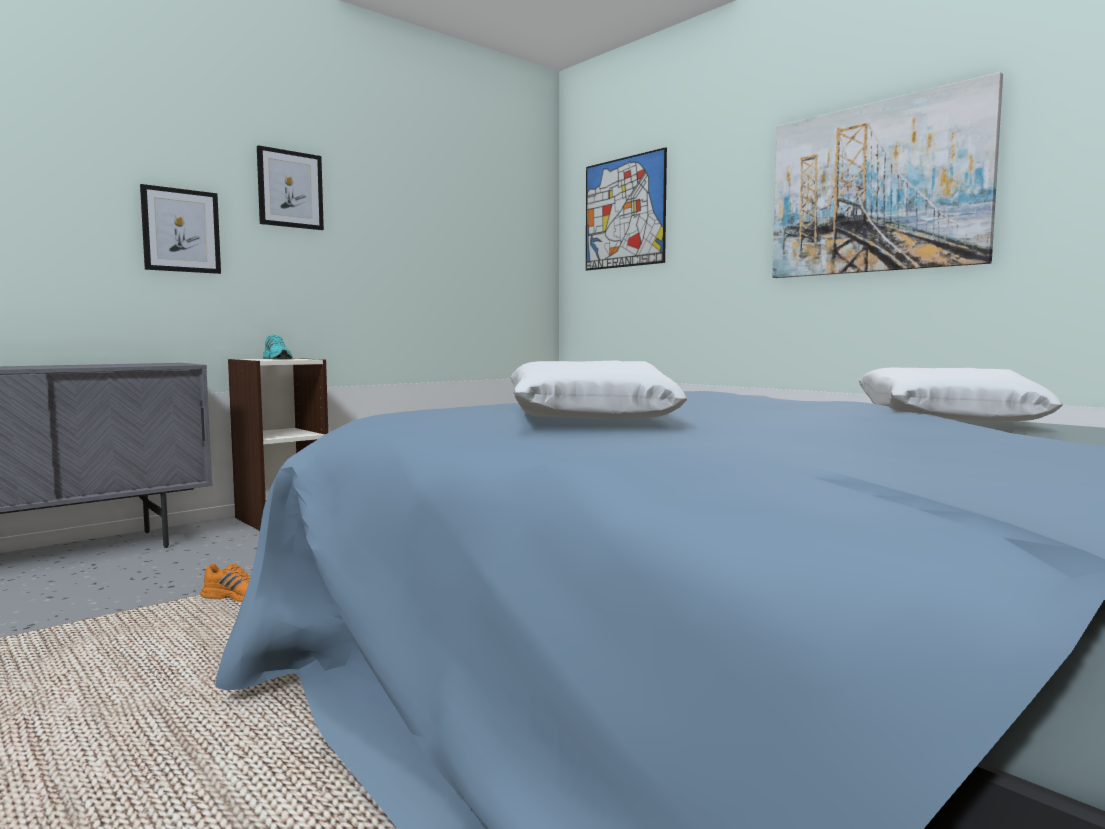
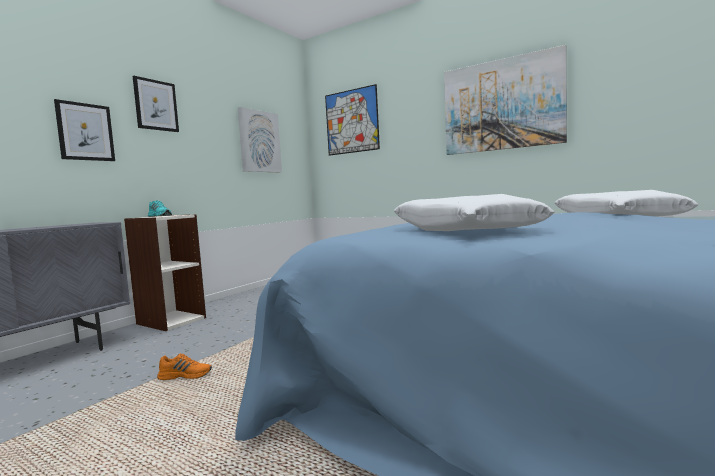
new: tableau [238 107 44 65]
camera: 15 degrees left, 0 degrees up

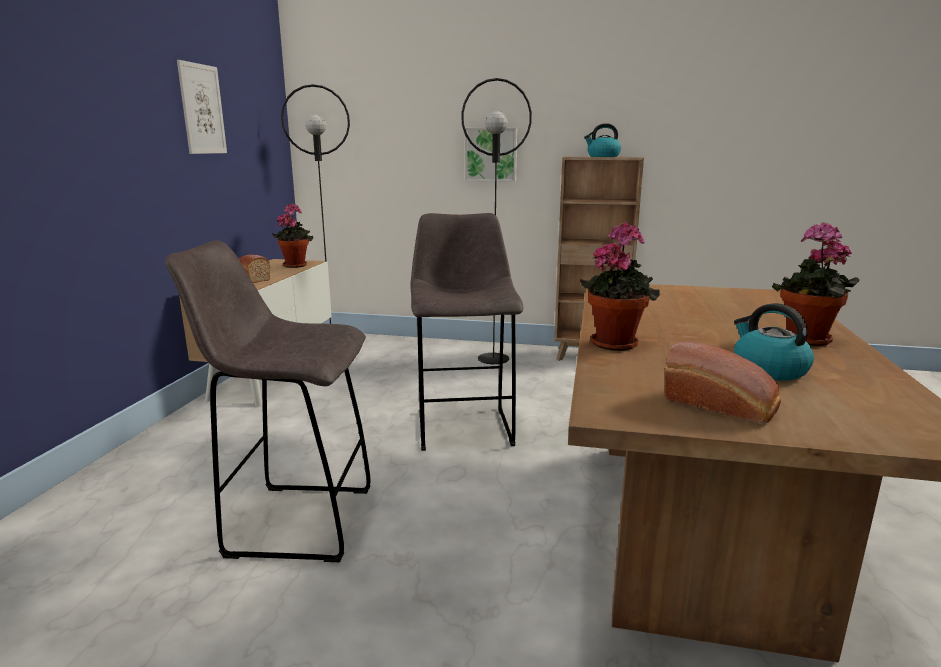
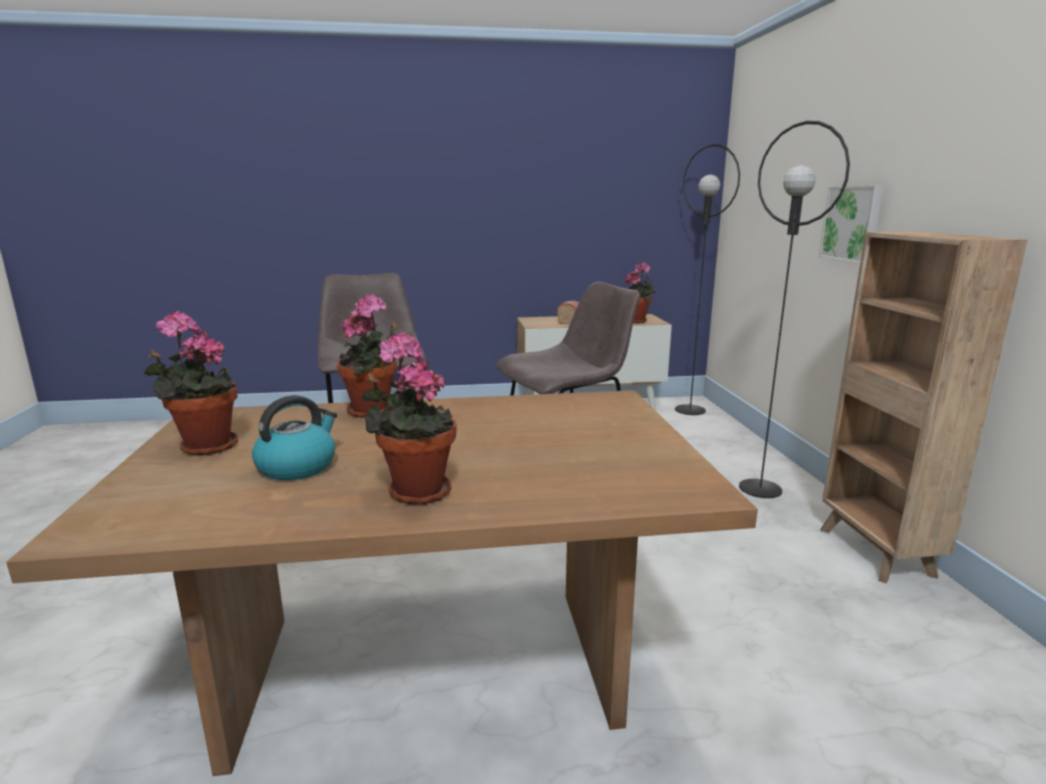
gone: tableau [177 60 50 94]; bouilloire [584 123 37 34]
swapped: pain [665 342 116 82] to plante en pot [143 311 95 145]
camera: 70 degrees right, 0 degrees up

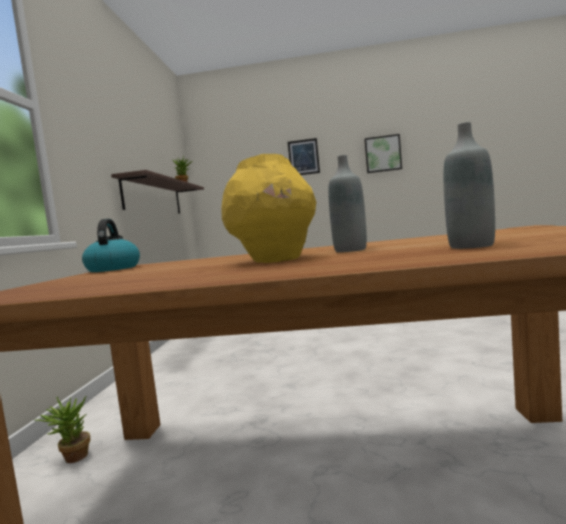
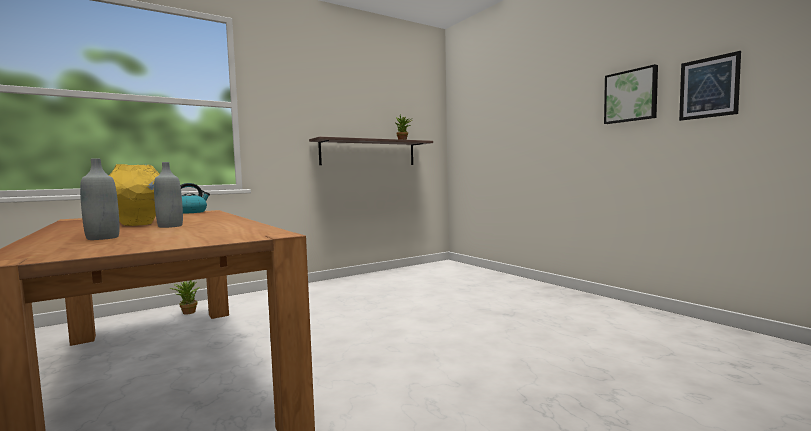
shifted: tableau [288 138 32 37] to [679 51 62 70]
camera: 50 degrees right, 0 degrees up

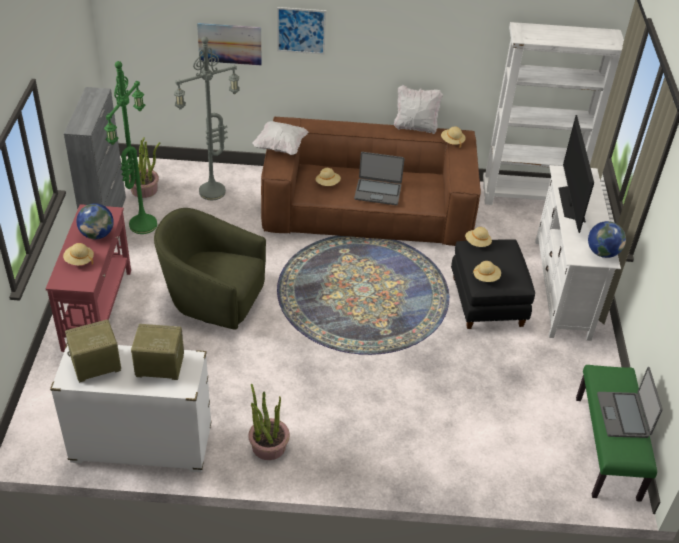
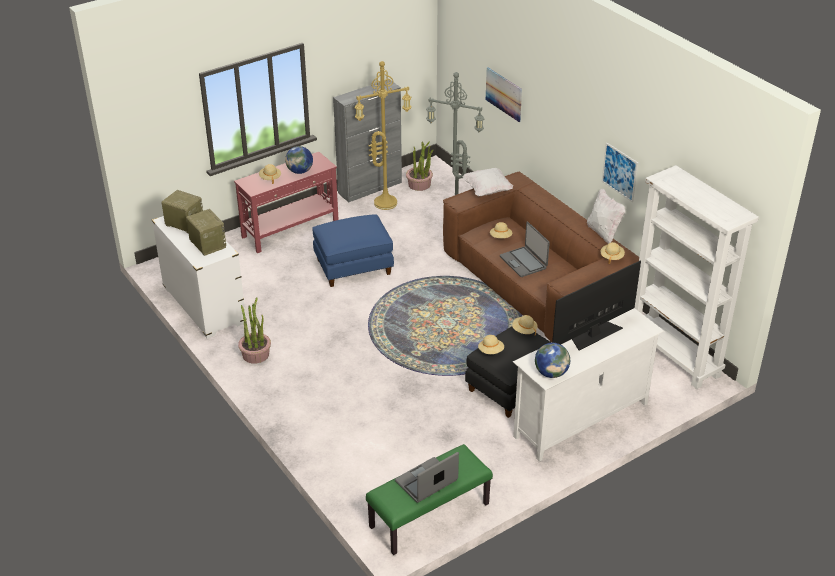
shifted: tableau [277 7 49 48] to [602 143 36 59]
swapped: fauteuil/vert [154 208 112 121] to pouf/bleu [313 214 81 73]
repainted: lampadaire/vert [104 61 53 173] to lampadaire/jaune [355 61 57 149]
camera: 55 degrees right, 5 degrees down

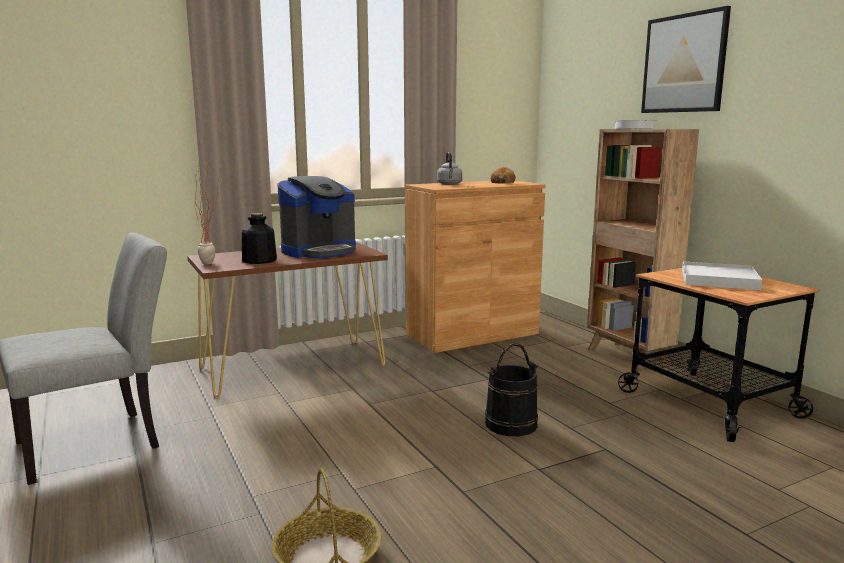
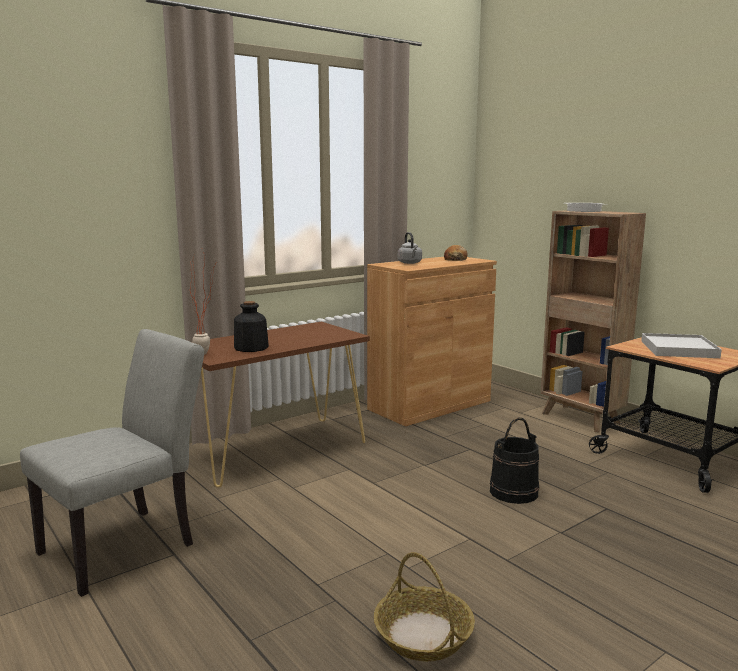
gone: machine à café [278 176 78 83]; tableau [641 6 90 107]
camera: 10 degrees left, 0 degrees up

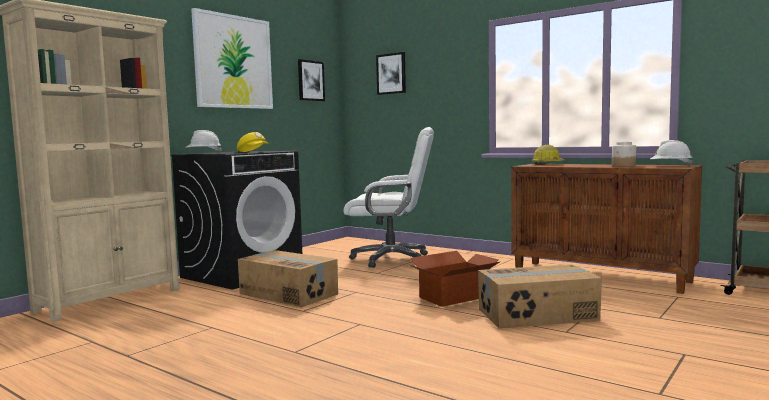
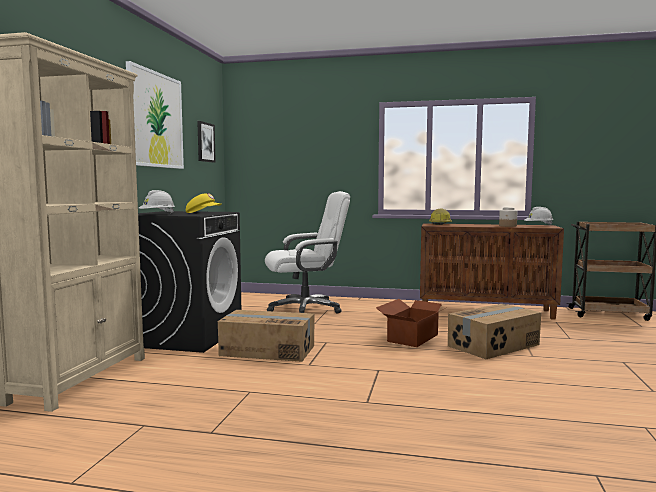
gone: tableau [376 52 30 43]
camera: 25 degrees left, 0 degrees up

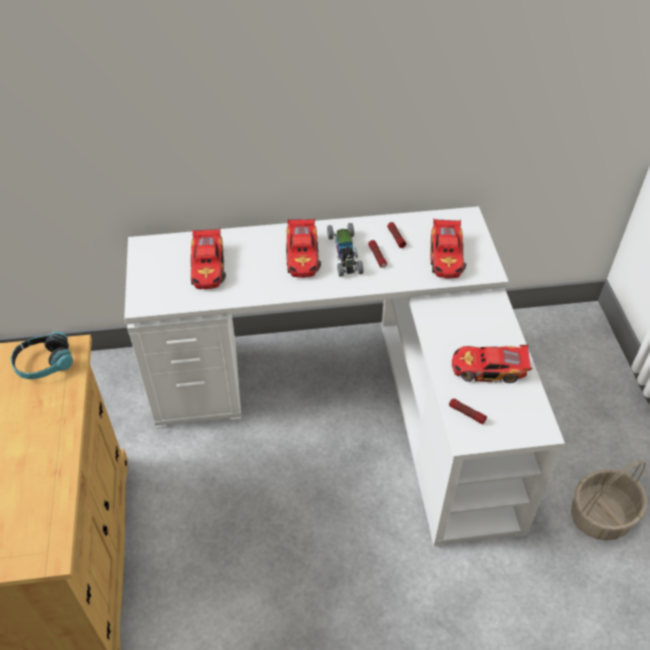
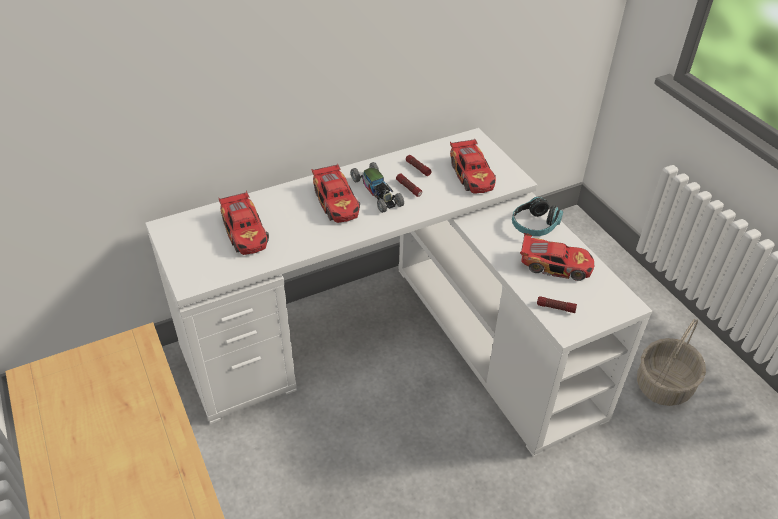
shifted: casque audio [11 332 62 47] to [512 197 51 39]
rotated: petite voiture [452 345 80 38] = [520 233 74 48] 150 degrees counterclockwise
camera: 20 degrees left, 5 degrees down

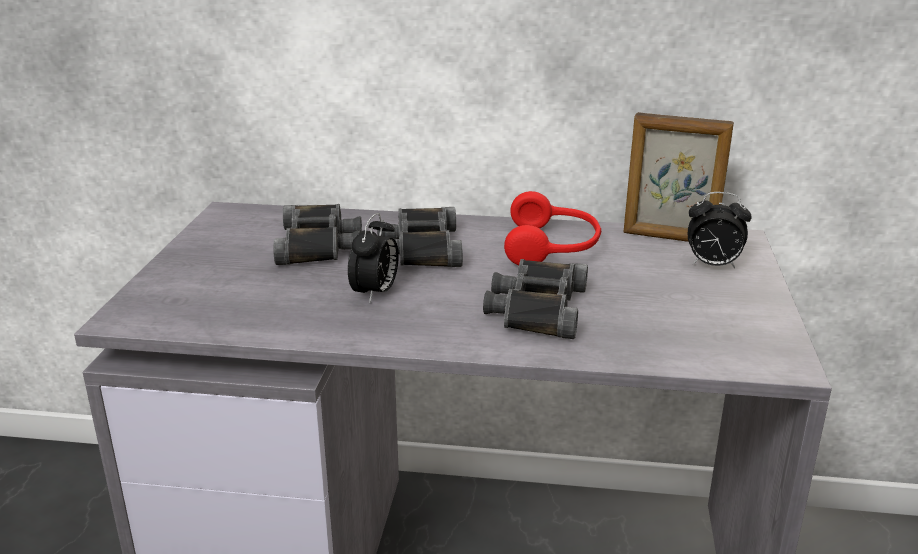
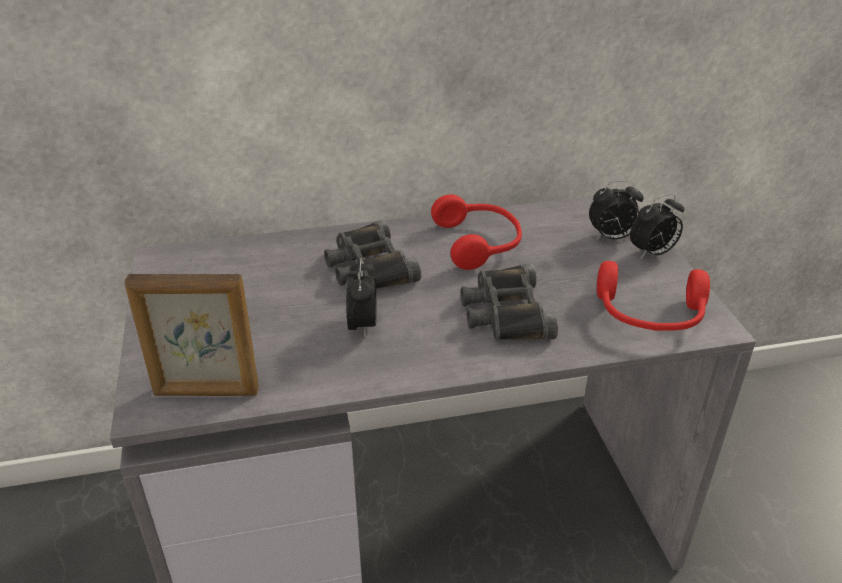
gone: jumelles/noir [273 204 89 61]
new: casque audio/rouge [597 261 113 70]; réveil [630 194 54 65]
shifted: cadre photo [623 112 111 130] to [124 274 135 122]
camera: 20 degrees left, 10 degrees up

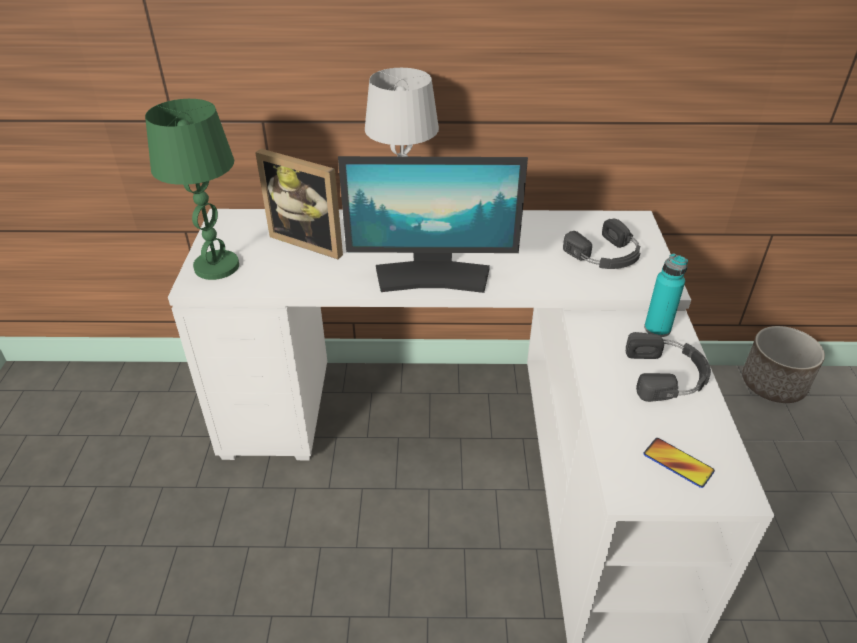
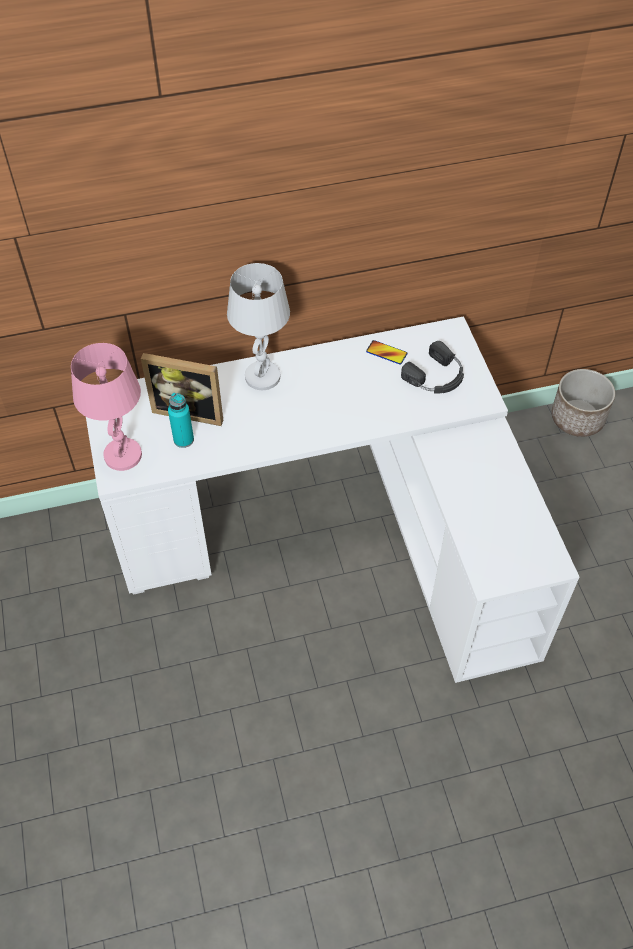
gone: écran d'ordinateur [338 156 190 137]; casque audio/noir [626 332 85 70]
shifted: bouteille/turquoise [644 253 44 84] to [168 392 26 56]; téléphone [643 438 72 50] to [366 340 42 25]
repainted: lampe de table/vert [145 99 94 181] to lampe de table/rose [71 343 71 128]
camera: 15 degrees left, 15 degrees up

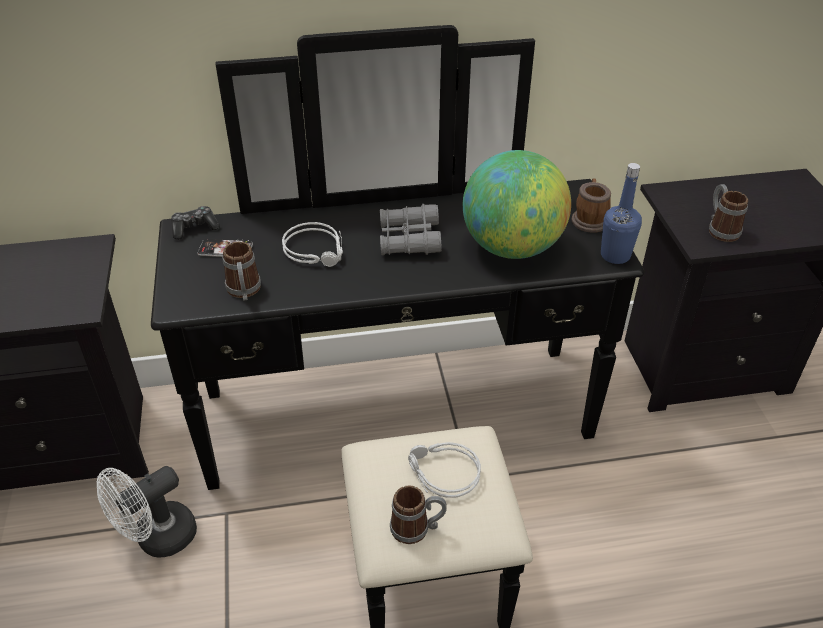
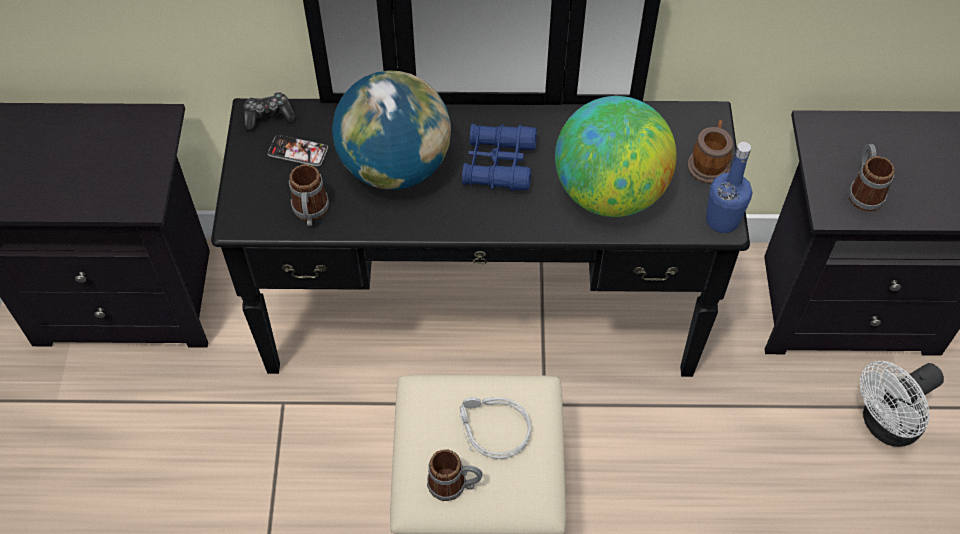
shifted: ventilateur/blanc [97 466 100 92] to [860 361 84 86]
swapped: casque audio/gris [282 222 61 45] to globe [332 70 119 120]
repainted: jumelles/gris [380 204 62 51] to jumelles/bleu [462 124 75 67]
camera: 10 degrees right, 15 degrees up

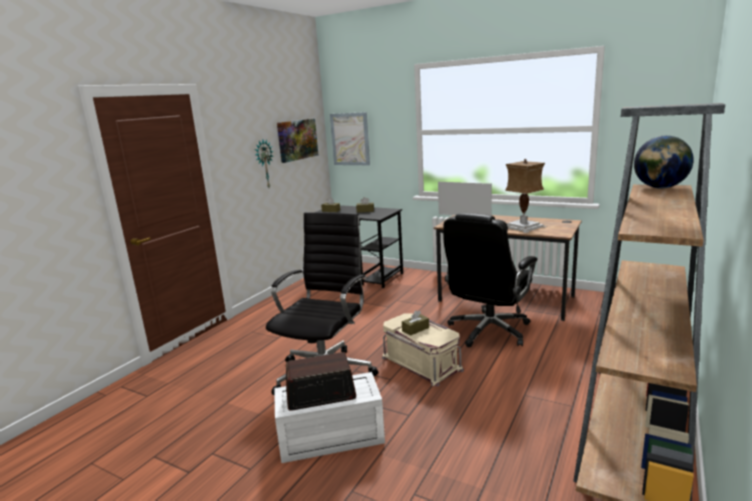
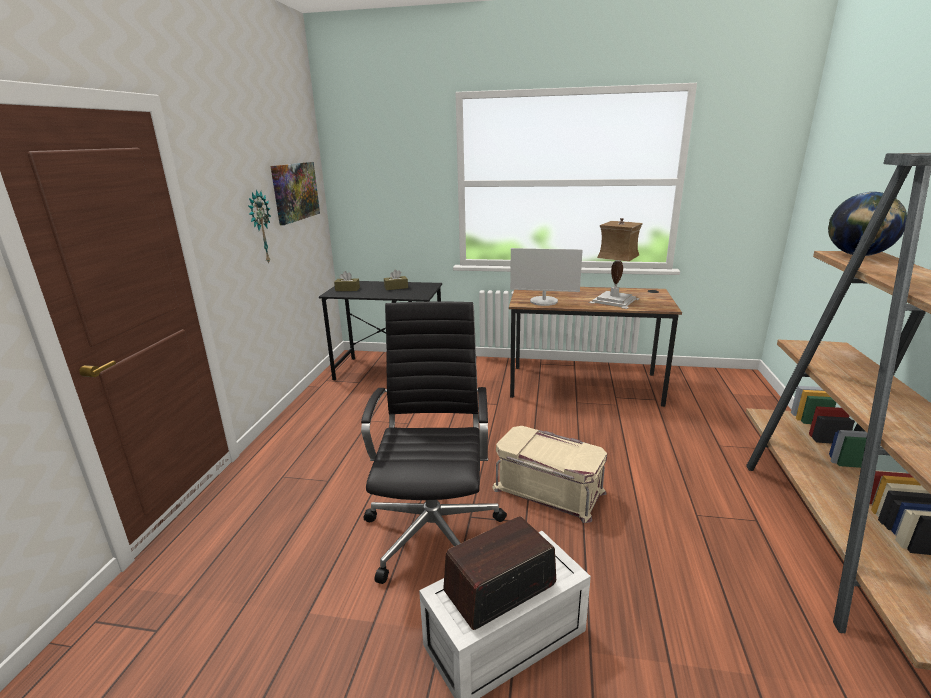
gone: tableau [330 112 40 53]; boîte à mouchoirs/marron [402 310 27 26]; chaise de bureau/noir [443 213 94 134]
camera: 20 degrees left, 5 degrees up

